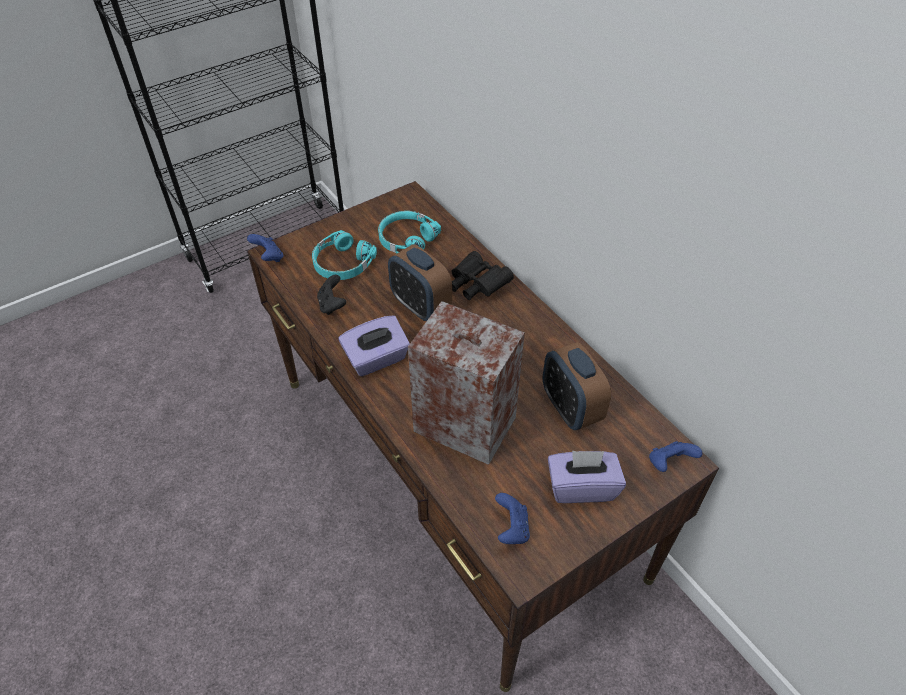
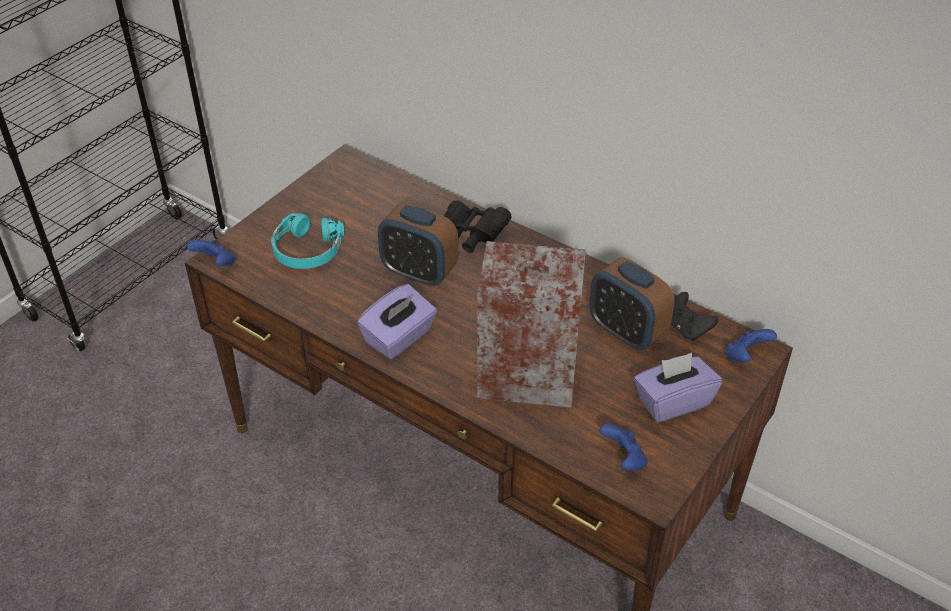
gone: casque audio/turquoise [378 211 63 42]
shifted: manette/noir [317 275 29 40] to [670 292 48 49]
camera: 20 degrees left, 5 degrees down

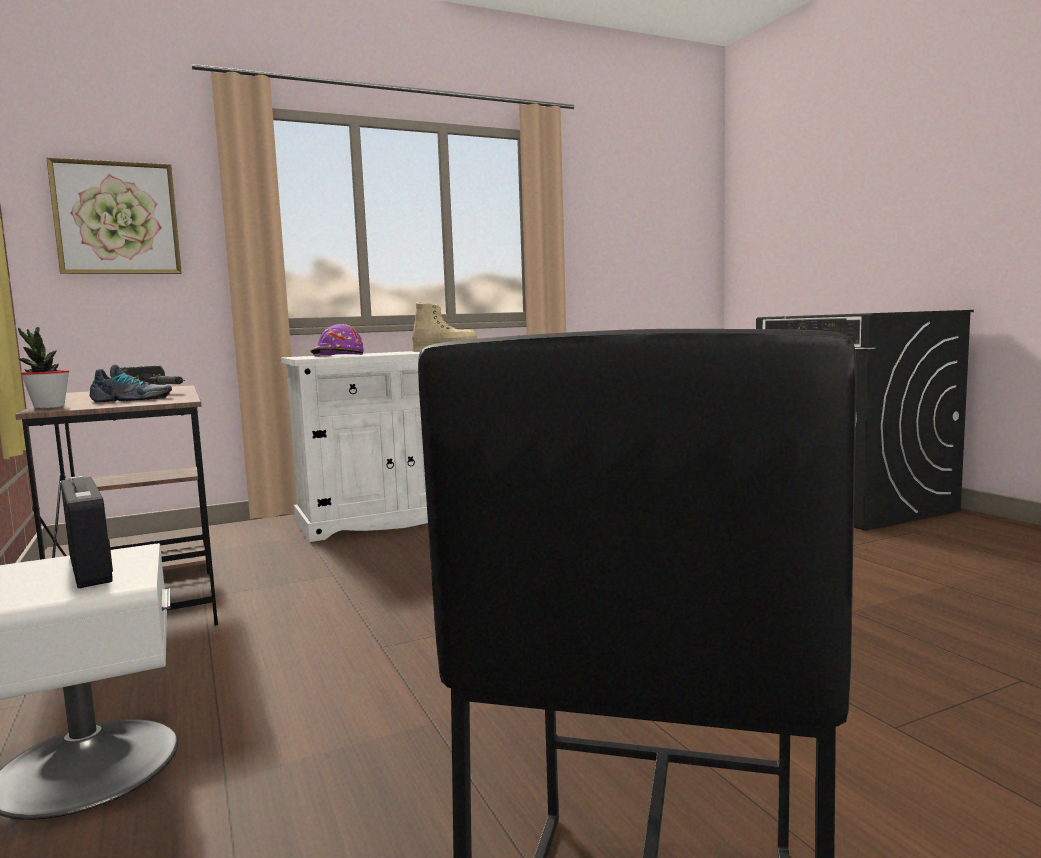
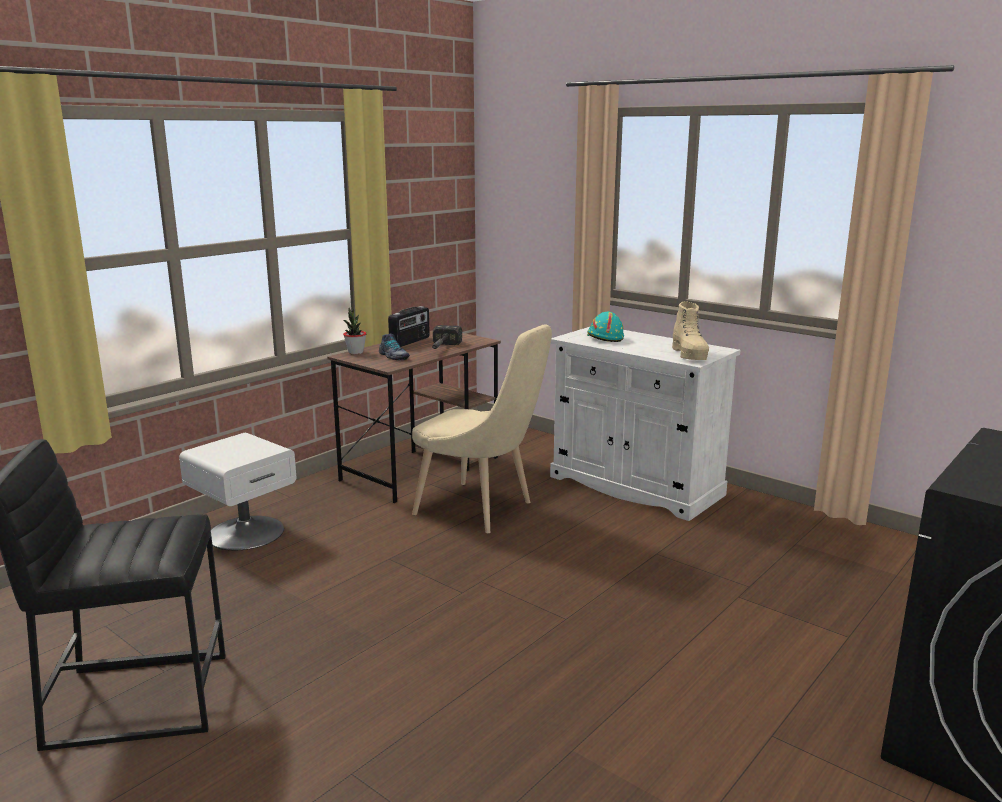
gone: tableau [46 158 136 116]
new: chaise/beige [412 325 140 209]
shifted: radio [61 476 52 112] to [388 306 42 41]
repainted: casque de chantier/violet [310 324 54 33] to casque de chantier/turquoise [587 312 37 30]
camera: 65 degrees right, 10 degrees up

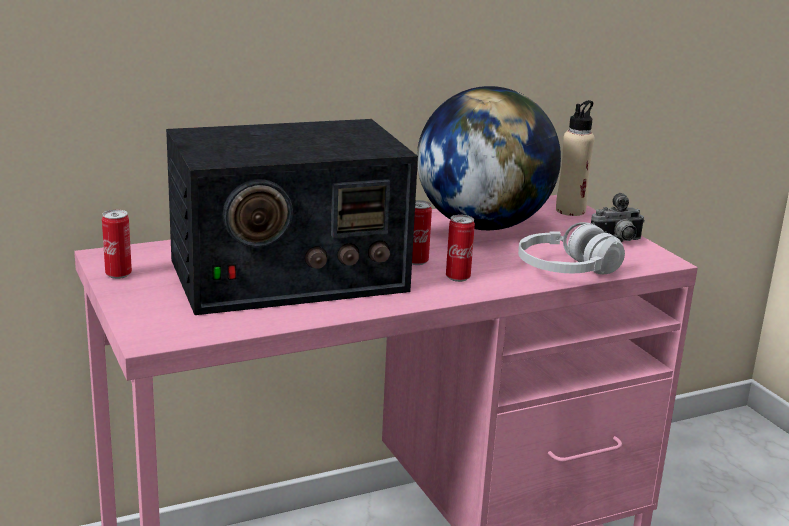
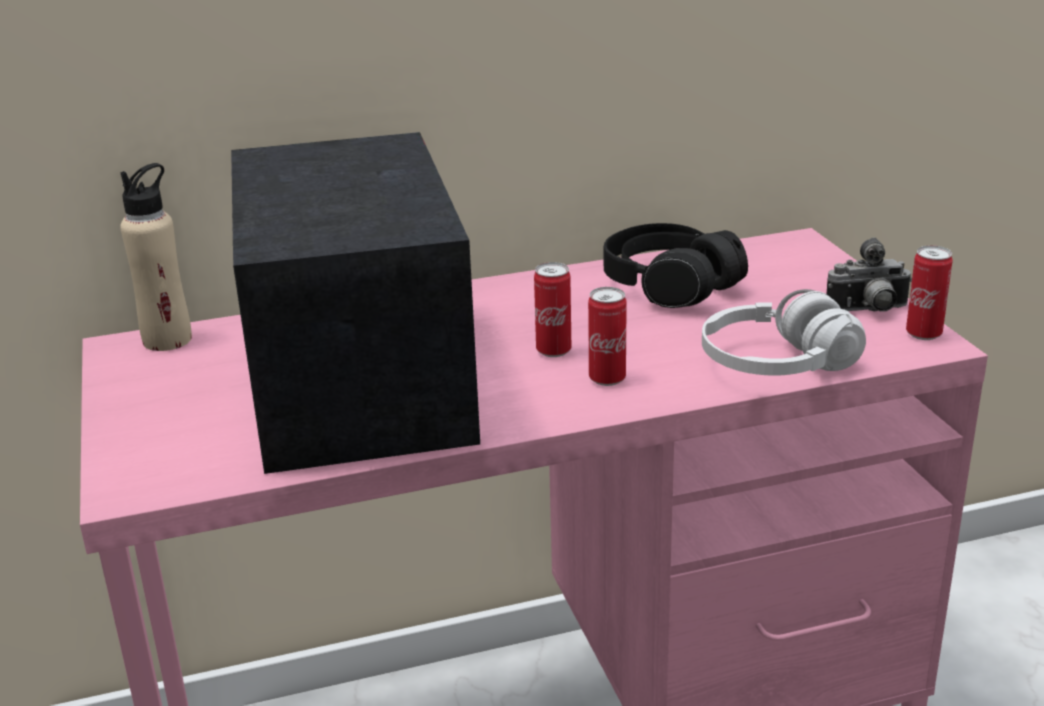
shifted: bouteille/beige [556 100 39 116] to [120 163 72 188]; boîte métallique [102 210 30 69] to [906 245 47 95]
swapped: globe [417 86 144 144] to casque audio/noir [603 223 145 85]
rotated: radio [166 119 252 196] = [231 132 249 342] 90 degrees clockwise
camera: 10 degrees right, 5 degrees up

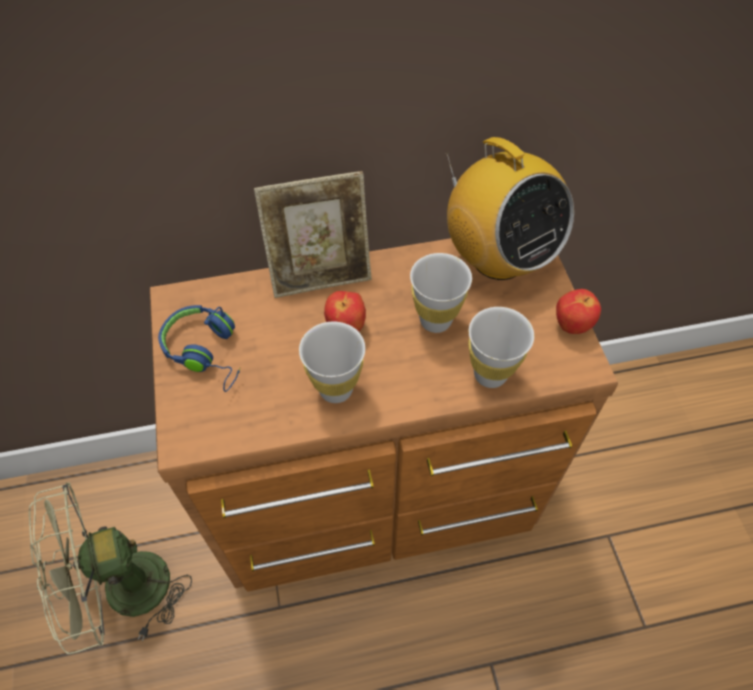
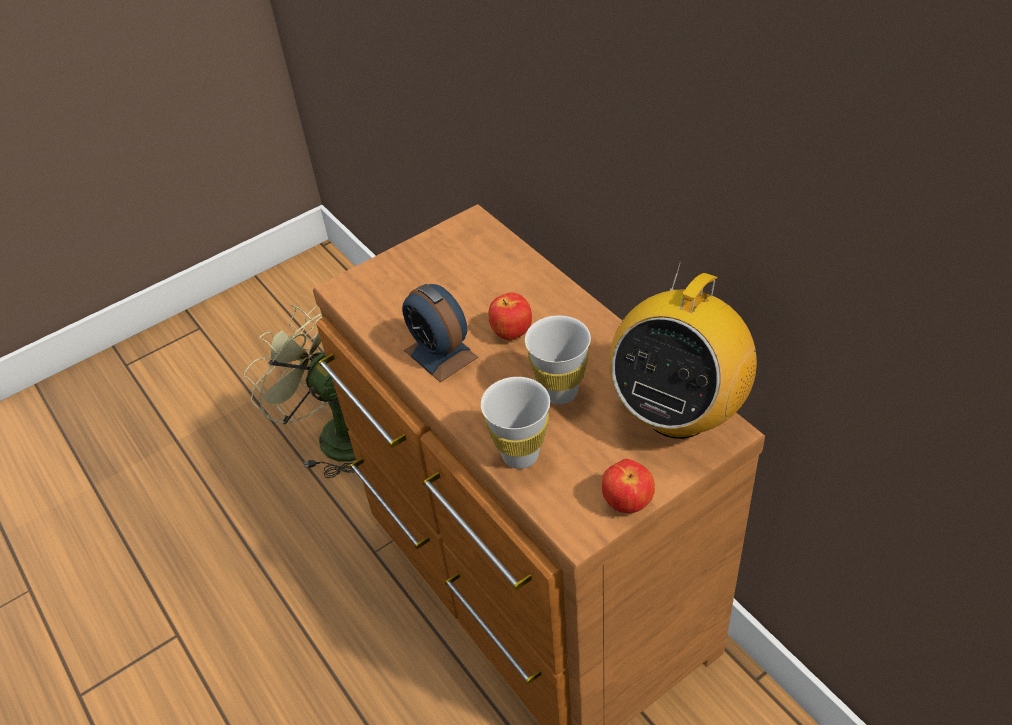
gone: casque audio/bleu [158 305 83 87]; cadre photo [254 171 117 127]
swapped: tasse/blanc [299 322 66 81] to réveil [402 284 76 98]
camera: 70 degrees right, 10 degrees down

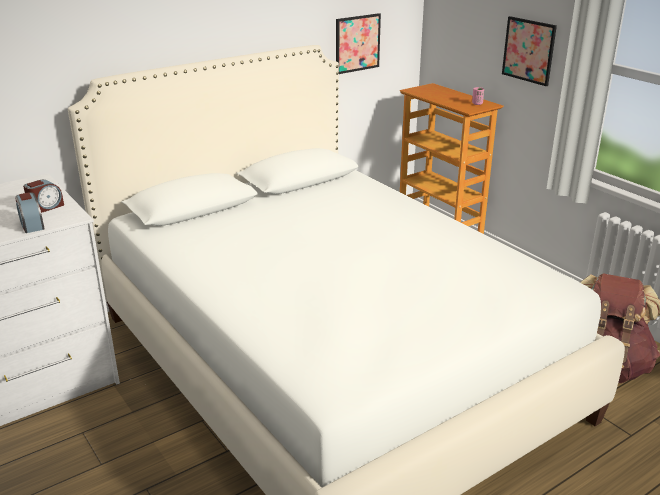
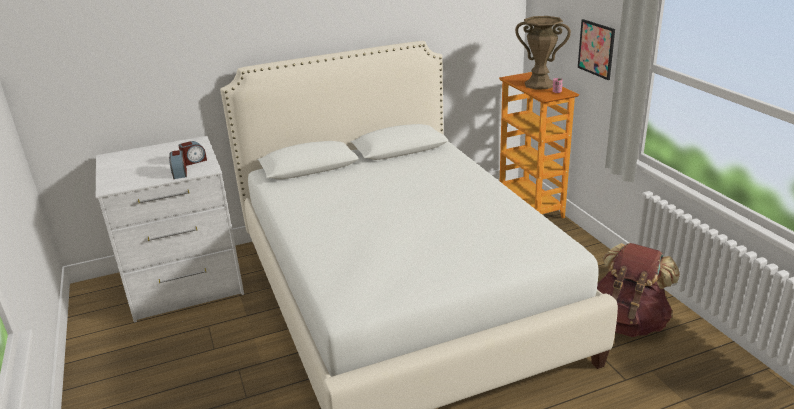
gone: tableau [336 13 45 61]
new: vase/marron [515 16 56 74]
camera: 15 degrees right, 0 degrees up

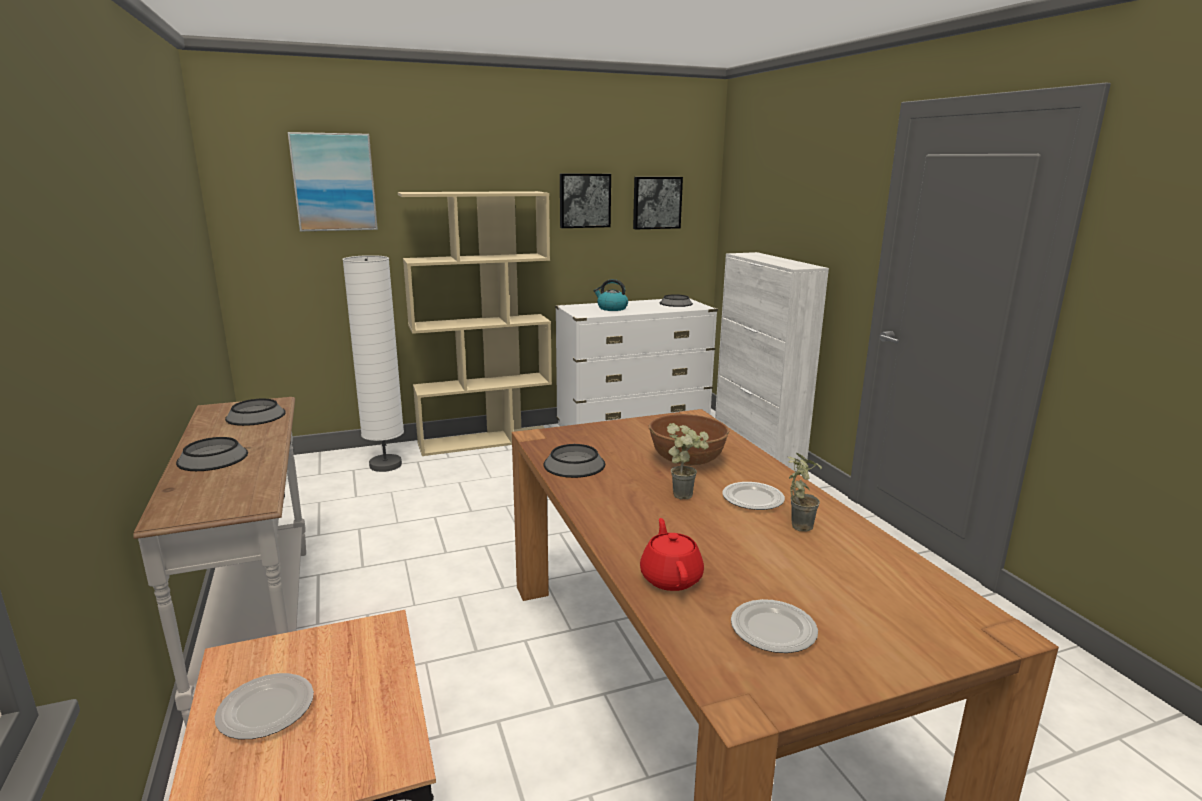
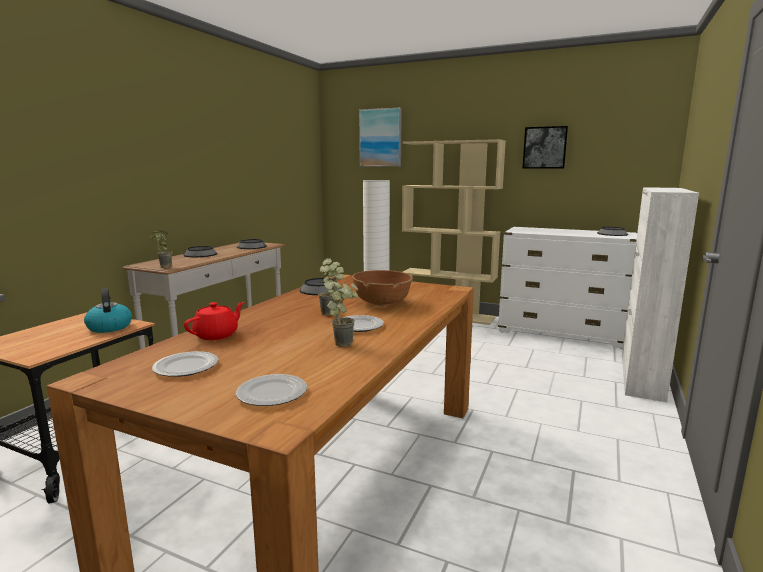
gone: tableau [633 177 50 52]
new: plante en pot [150 229 22 39]
shifted: bouilloire [593 279 35 32] to [84 288 48 45]; assiette [215 673 99 66] to [236 374 71 32]
camera: 45 degrees right, 5 degrees down

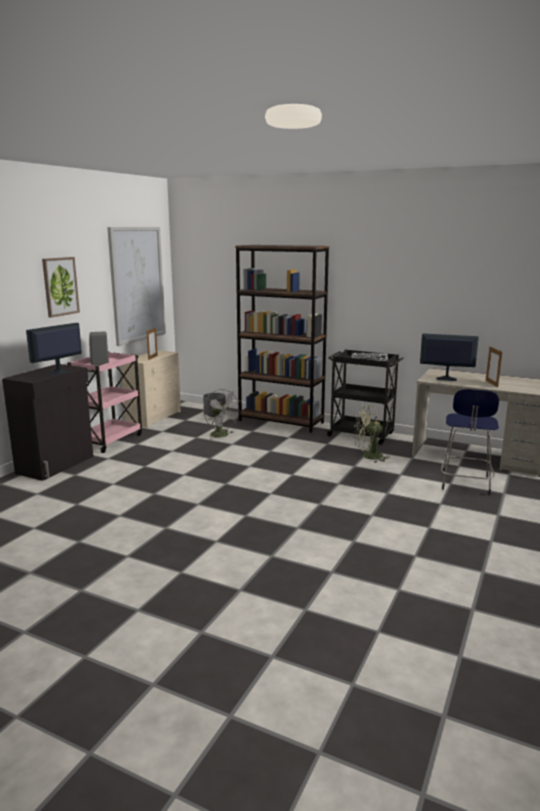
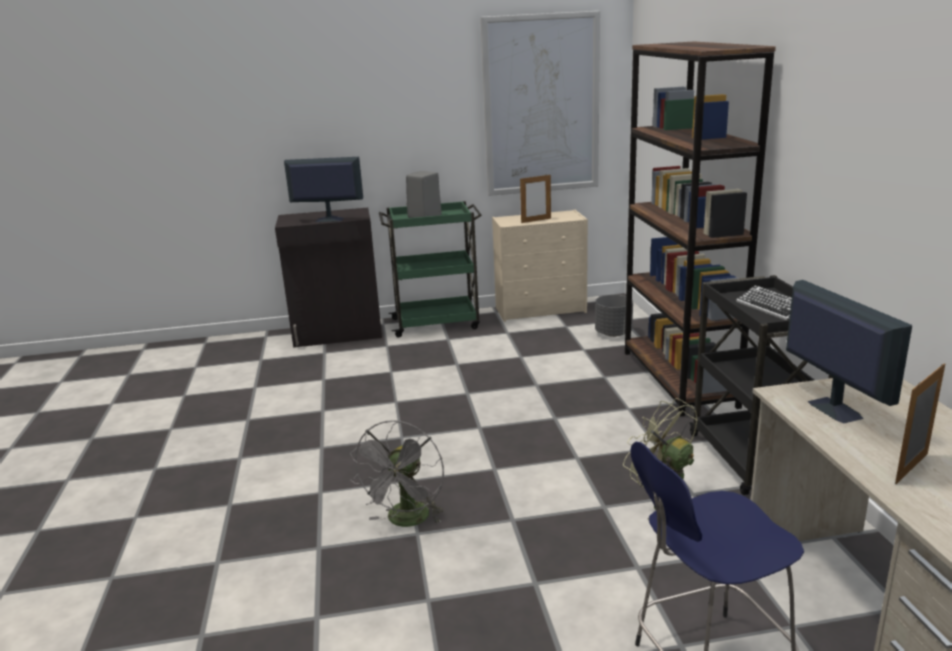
gone: tableau [42 257 38 61]
shifted: ventilateur/gris [204 389 38 51] to [350 420 94 107]
repainted: chariot/rose [67 352 75 101] to chariot/vert [379 201 103 137]
camera: 55 degrees right, 5 degrees up

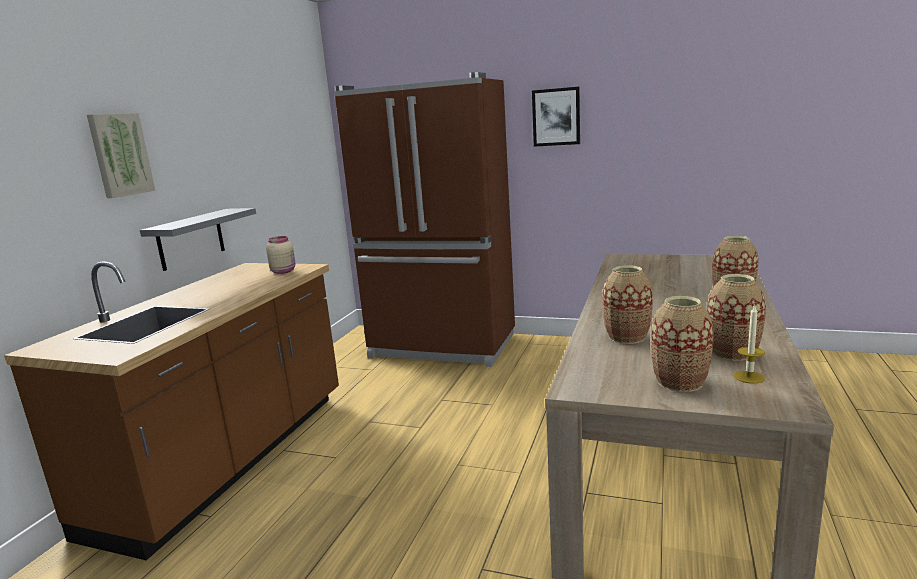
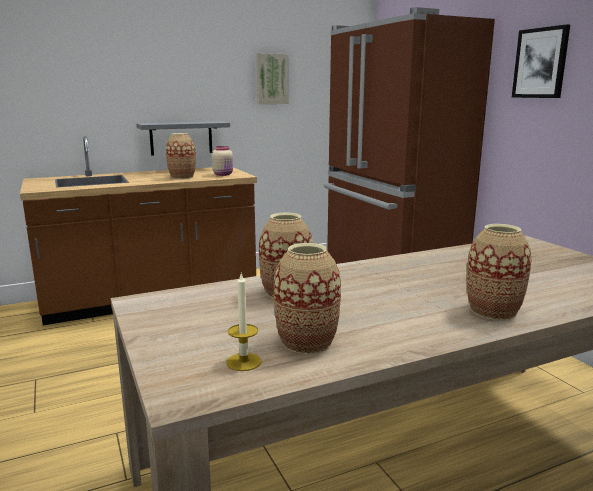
shifted: vase [651 296 63 96] to [166 133 30 46]; tableau [87 113 69 85] to [256 53 33 51]
camera: 45 degrees right, 0 degrees up

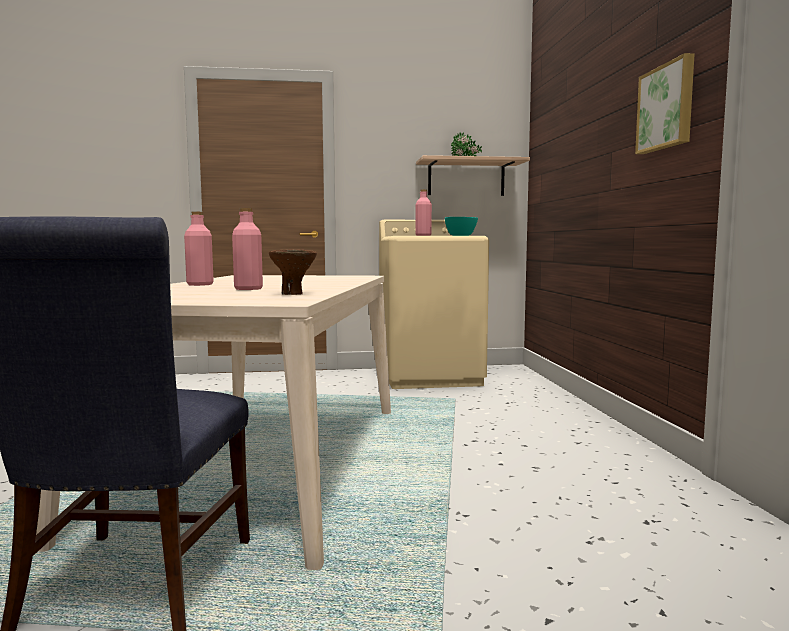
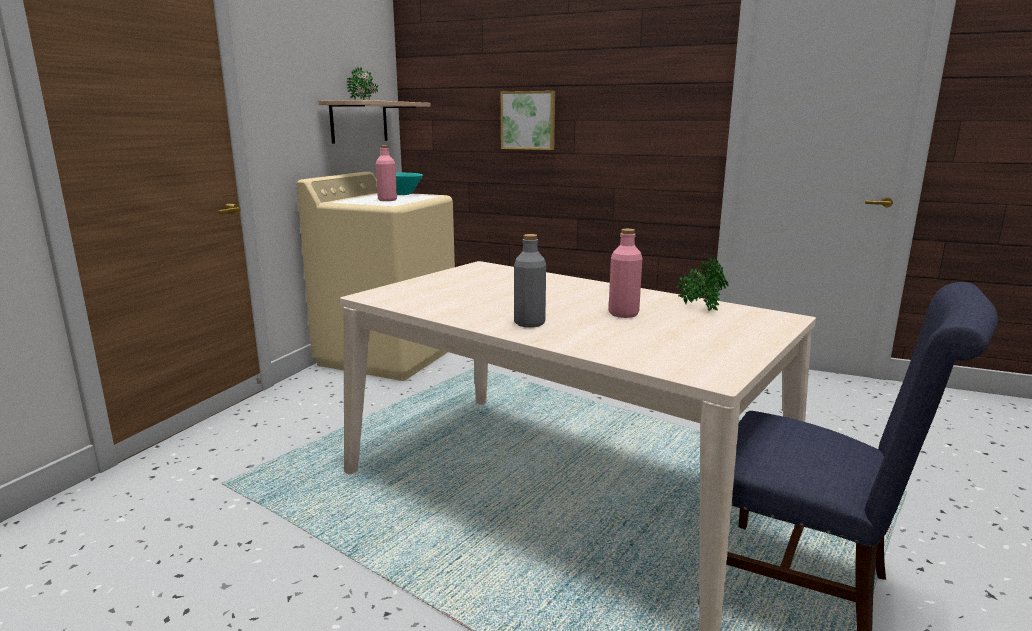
shifted: tableau [635 53 59 101] to [501 91 54 59]
swapped: bol/marron [269 249 48 46] to plante en pot [677 256 51 55]
repainted: bouteille/rose [184 212 30 74] to bouteille/gris [514 234 32 94]
camera: 60 degrees left, 10 degrees up

